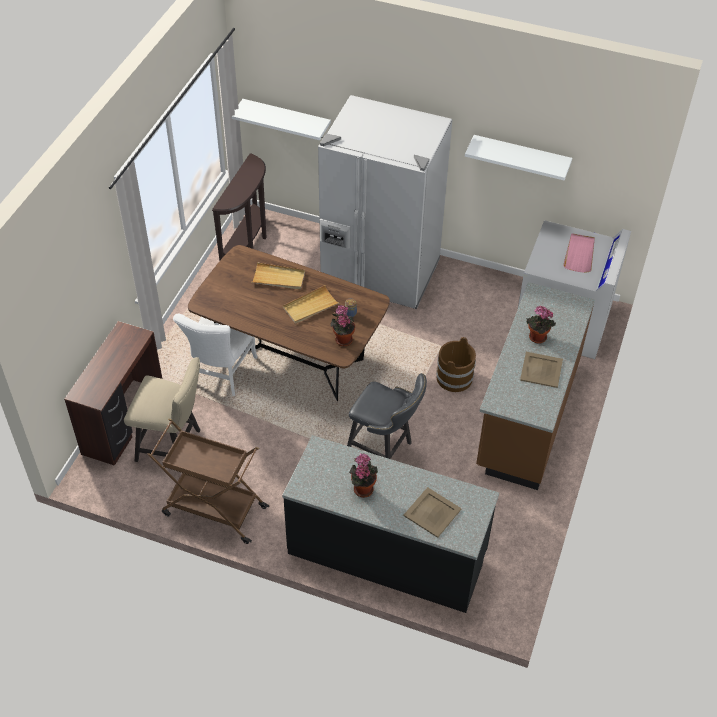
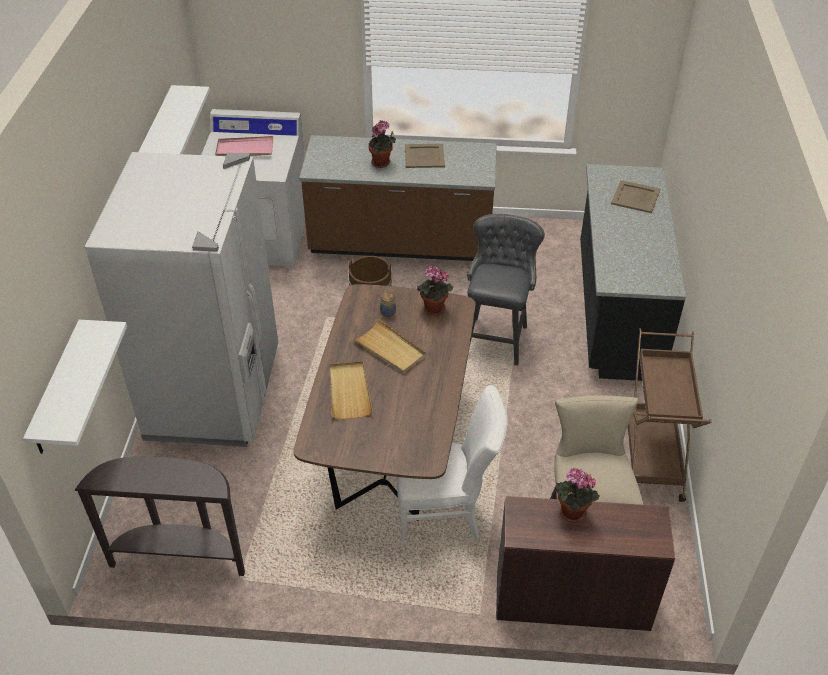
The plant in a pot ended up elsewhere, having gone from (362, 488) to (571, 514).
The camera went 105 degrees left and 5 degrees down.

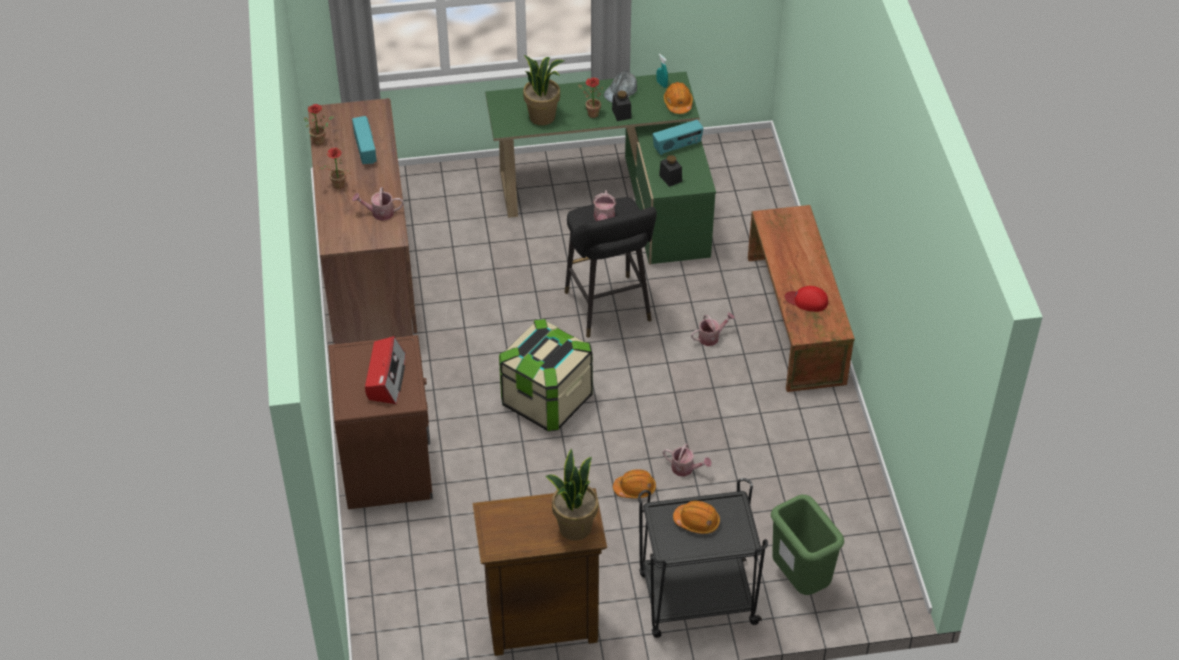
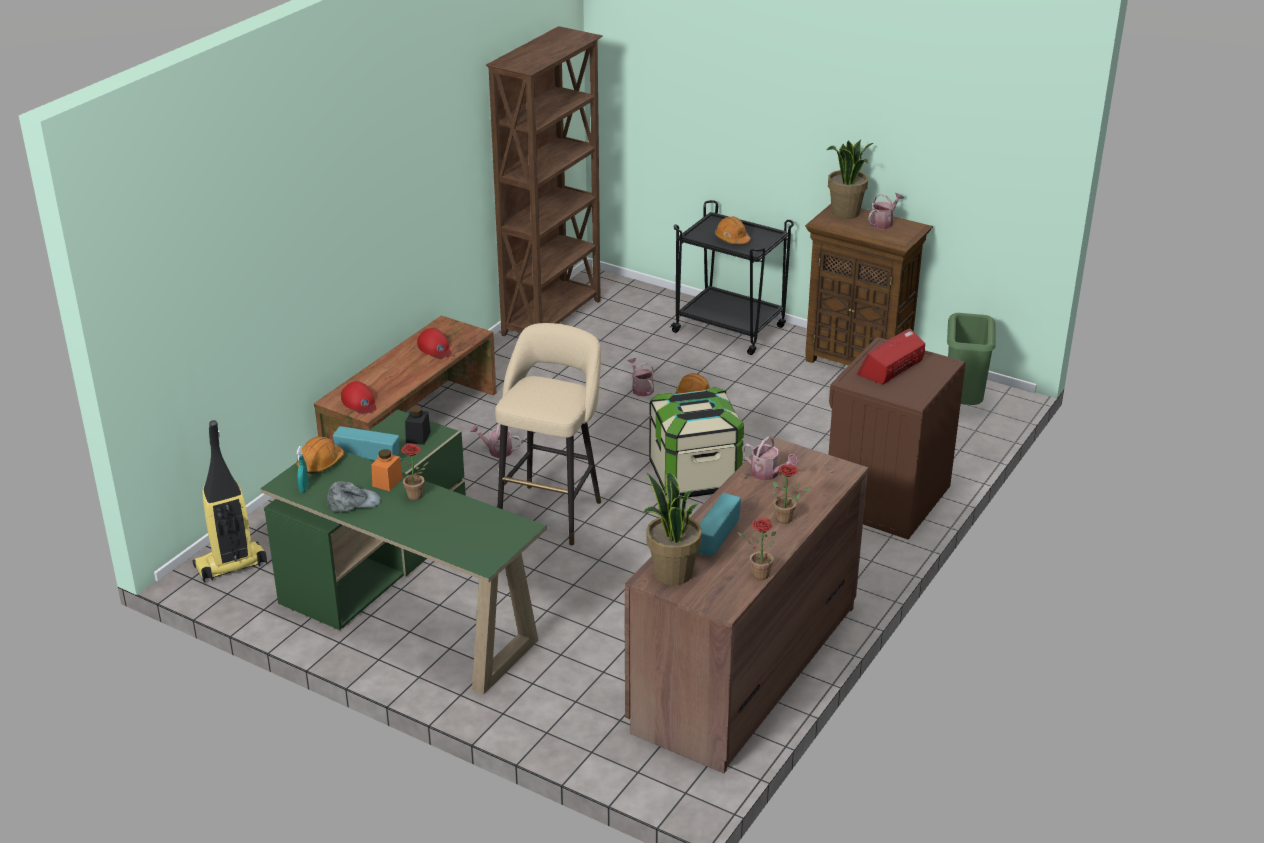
The plant in a pot ended up elsewhere, having gone from (542, 117) to (672, 573).
What was the stool (black) at (609, 310) turned into the stool (beige-coloured) at (552, 511).
The watering pot ended up elsewhere, having gone from (604, 219) to (883, 223).
What was the preserve jar (black) at (621, 113) turned into the preserve jar (orangey) at (387, 482).
The rubbish bin (greenish) ended up elsewhere, having gone from (800, 580) to (961, 405).
The second view gained the vacuum cleaner at (230, 566).
The second view gained the baseball cap (red) at (359, 402).
The second view gained the shelving unit (brown-coloured) at (553, 318).
The camera went 140 degrees left and 15 degrees down.

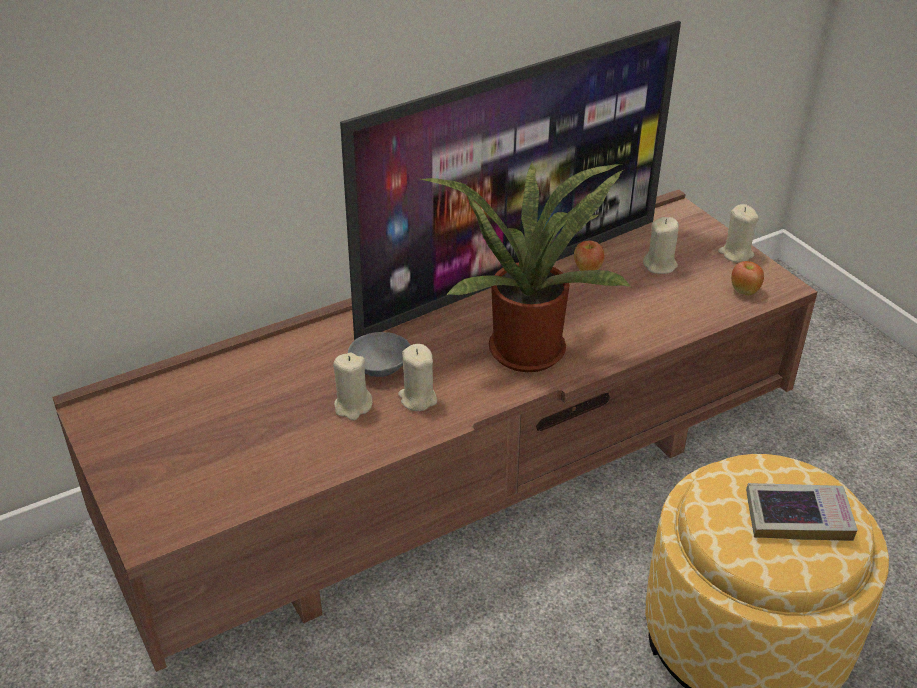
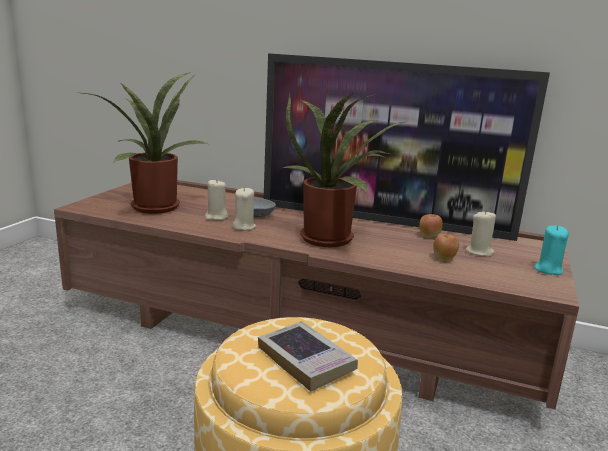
What was the wax light (beige-coloured) at (735, 254) turned into the wax light (turquoise) at (548, 270).
The whole apple ended up elsewhere, having gone from (744, 291) to (444, 258).
The second view gained the plant in a pot at (154, 206).
The camera went 50 degrees right and 20 degrees down.

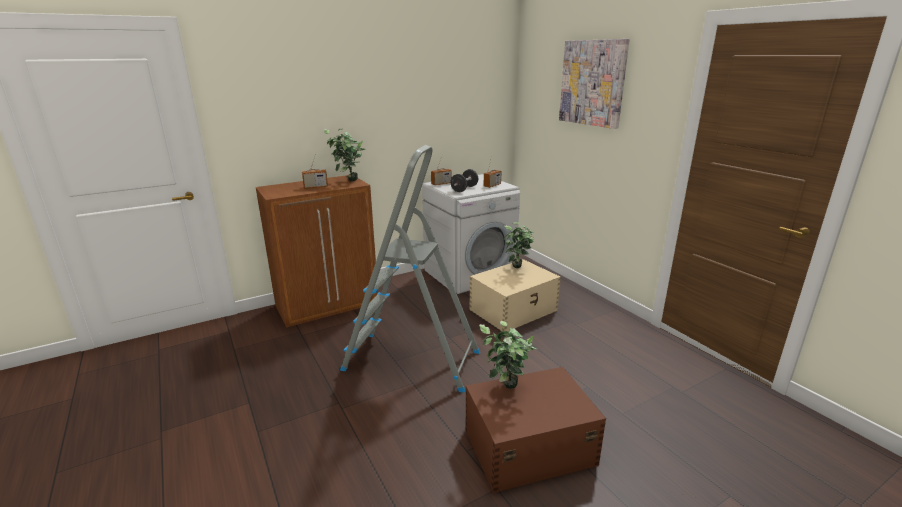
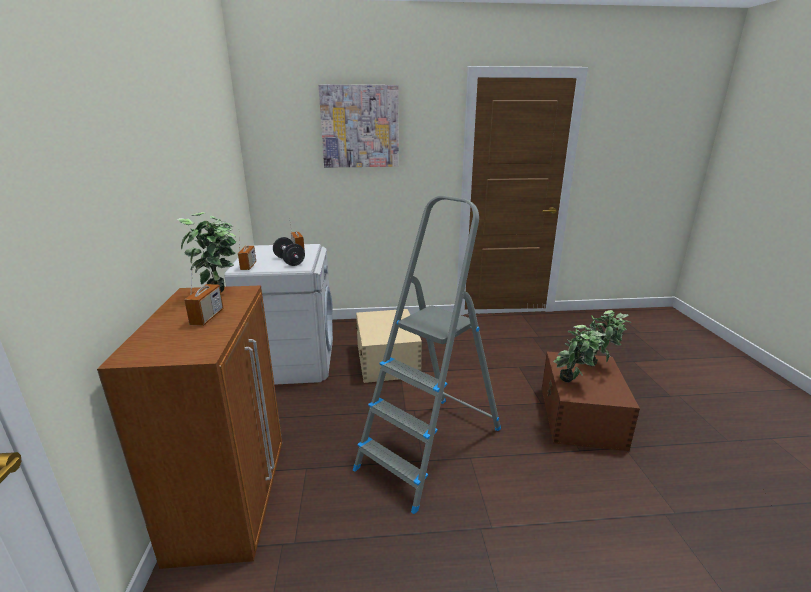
The plant in a pot ended up elsewhere, having gone from (517, 269) to (598, 366).
The camera went 65 degrees left and 0 degrees up.

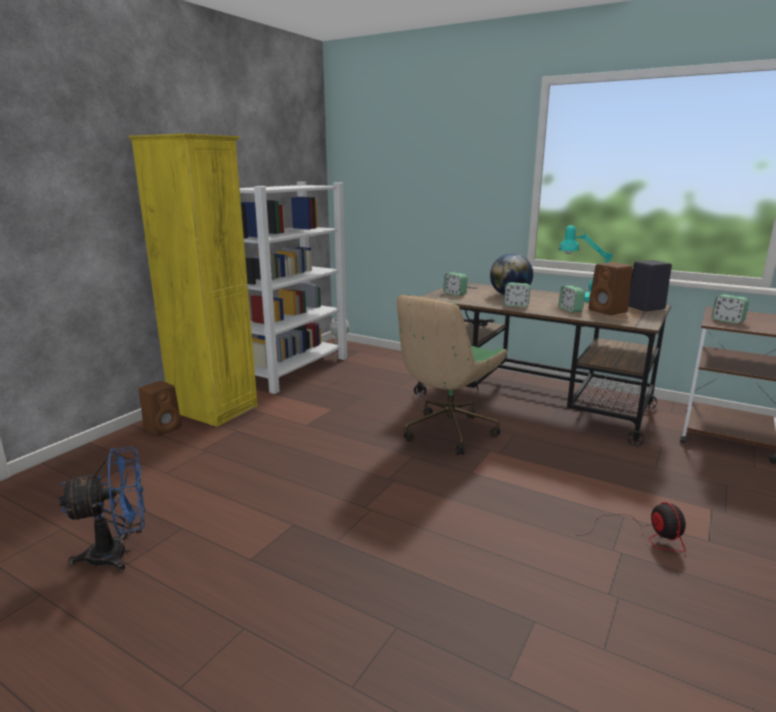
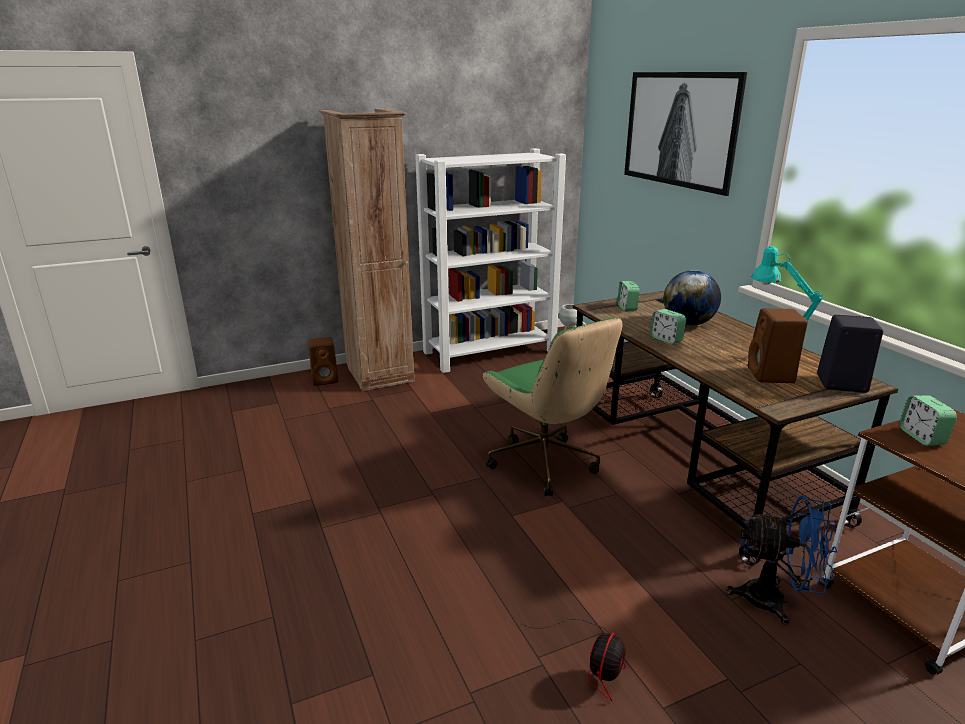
The electric fan (blue-coloured) ended up elsewhere, having gone from (119, 553) to (775, 601).
What was the cabinet (yellowish) at (215, 409) turned into the cabinet (brown-coloured) at (380, 373).
The computer chair (greenish) at (447, 433) ended up facing another way, 105 degrees counterclockwise from before.
The second view lost the table clock at (570, 310).
The second view gained the wall picture at (680, 129).
The camera went 35 degrees right and 5 degrees up.

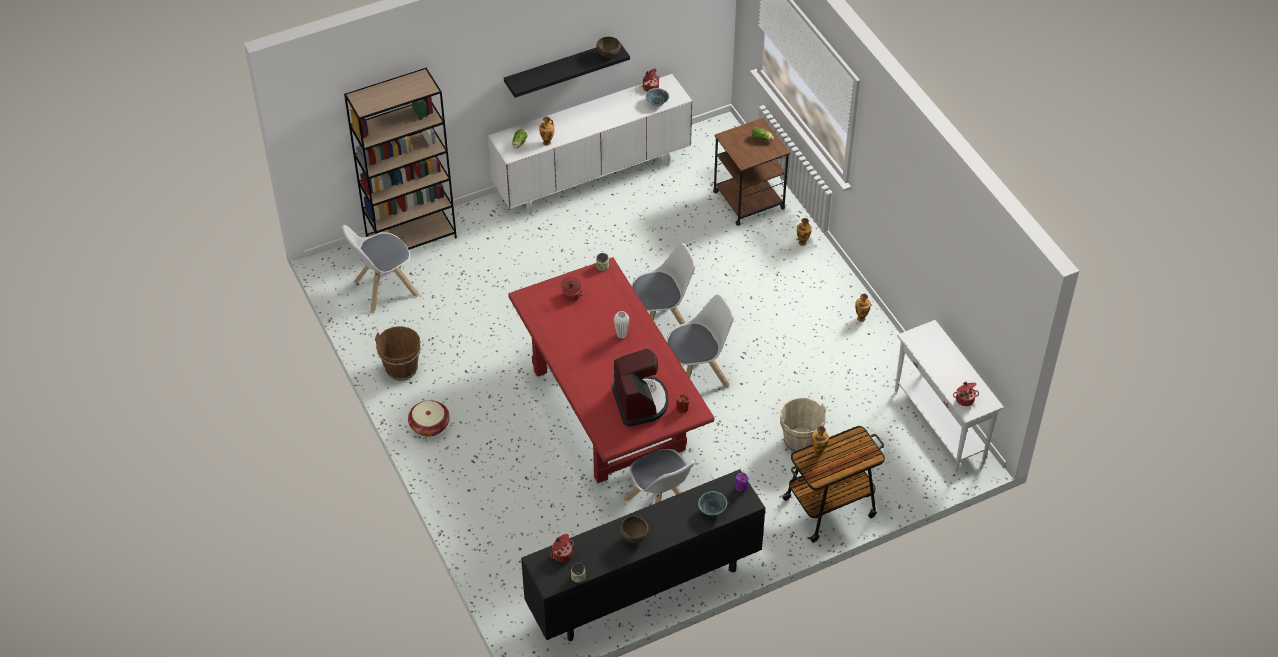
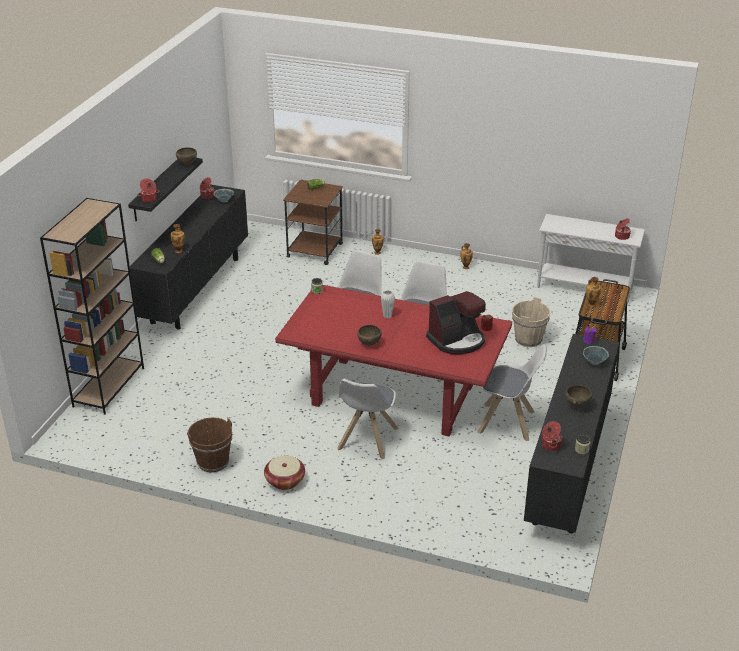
The plain chair ended up elsewhere, having gone from (384, 289) to (367, 440).
What was the cabinet (white) at (592, 178) turned into the cabinet (black) at (196, 289).
The saucepot ended up elsewhere, having gone from (571, 296) to (149, 199).
The coffee machine at (640, 402) ended up facing another way, 120 degrees clockwise from before.
The second view gained the bowl (brown-coloured) at (369, 344).
The camera went 45 degrees left and 15 degrees down.

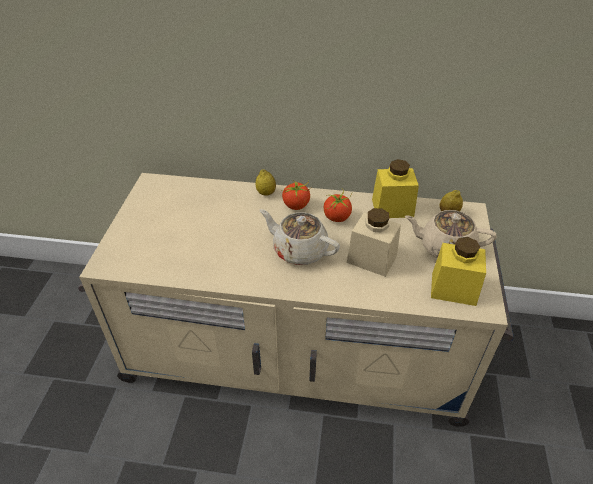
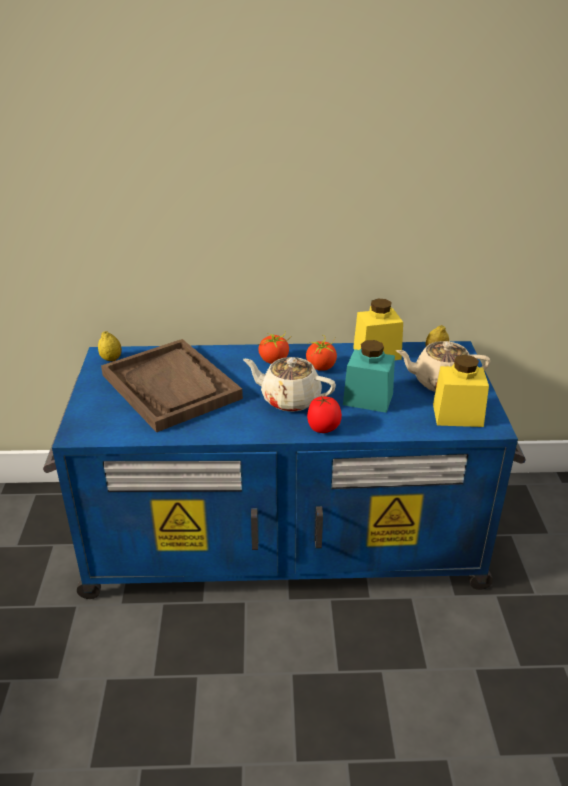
What was the cabinet (beige-coloured) at (298, 346) turned into the cabinet (blue-coloured) at (286, 535).
The citrus fruit ended up elsewhere, having gone from (266, 193) to (111, 359).
What was the preserve jar (beige-coloured) at (372, 259) turned into the preserve jar (turquoise) at (368, 399).
The second view gained the carrying tray (brown-coloured) at (171, 387).
The second view gained the whole tomato at (323, 429).
The camera went 10 degrees left and 10 degrees down.

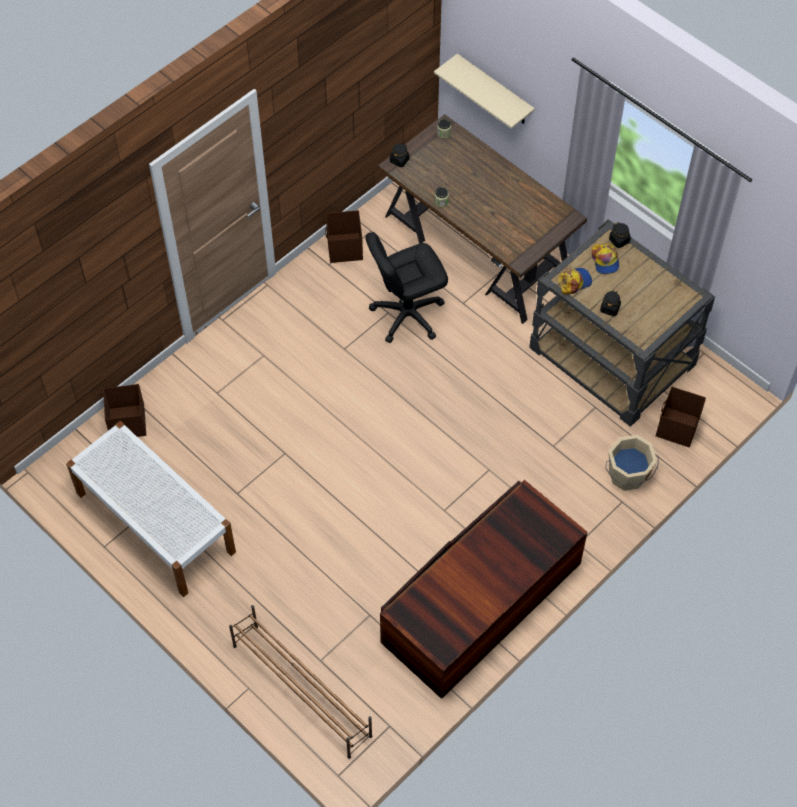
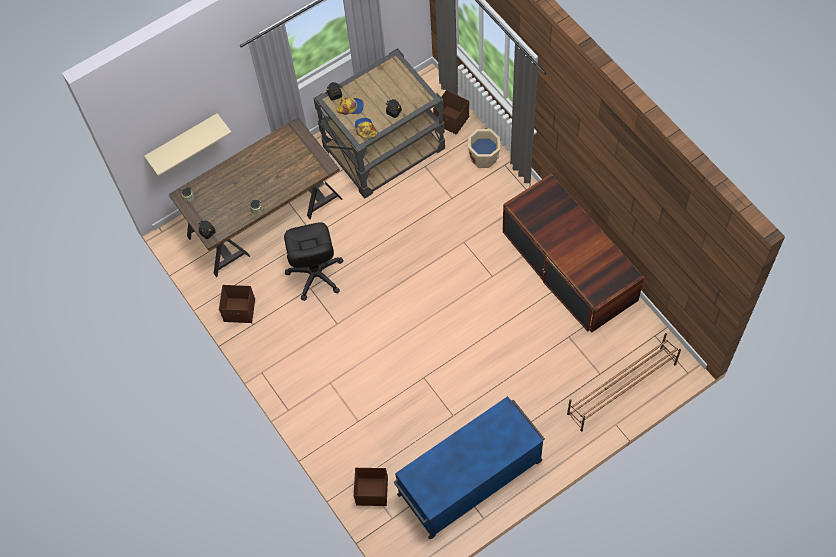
Where the bench (white) stood at (154, 523), the cabinet (blue-coloured) came to stand at (469, 478).
The camera went 75 degrees left and 5 degrees up.

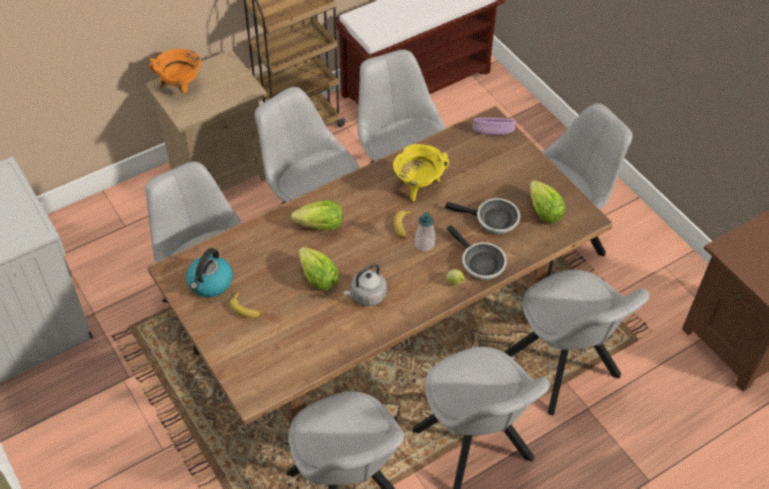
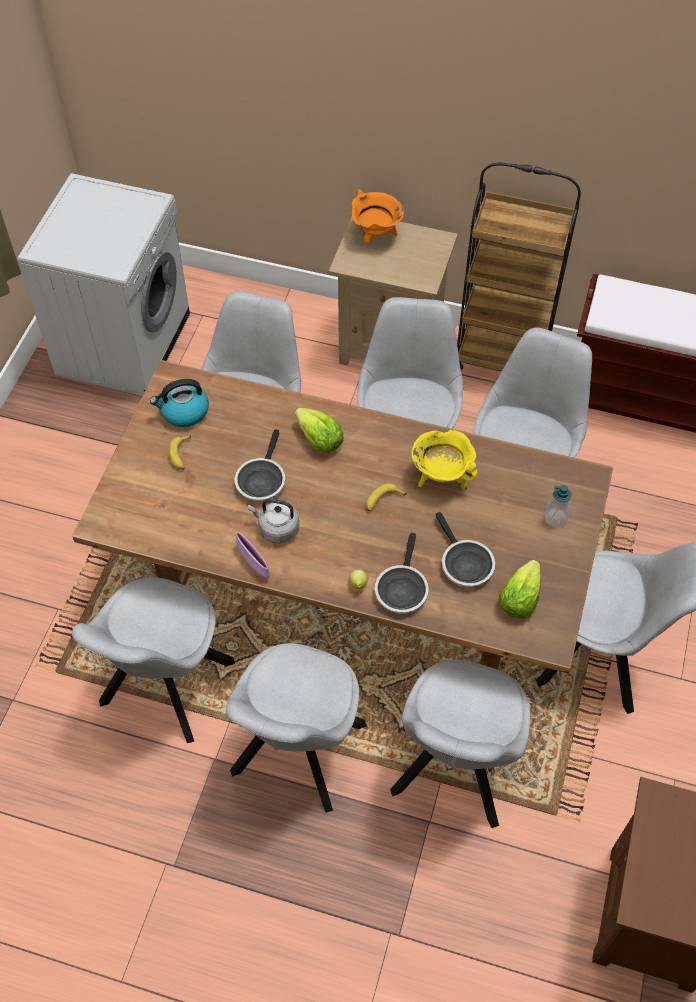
Where the head of lettuce stood at (318, 278), the pan came to stand at (261, 480).
The soap bottle ended up elsewhere, having gone from (424, 244) to (555, 518).
The bowl (purplish) ended up elsewhere, having gone from (492, 133) to (253, 563).
The camera went 50 degrees right and 5 degrees up.

